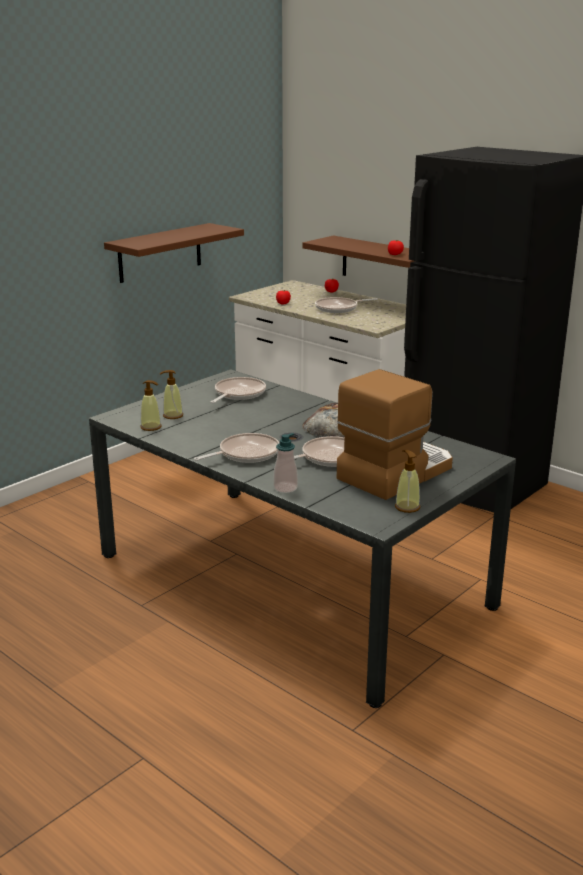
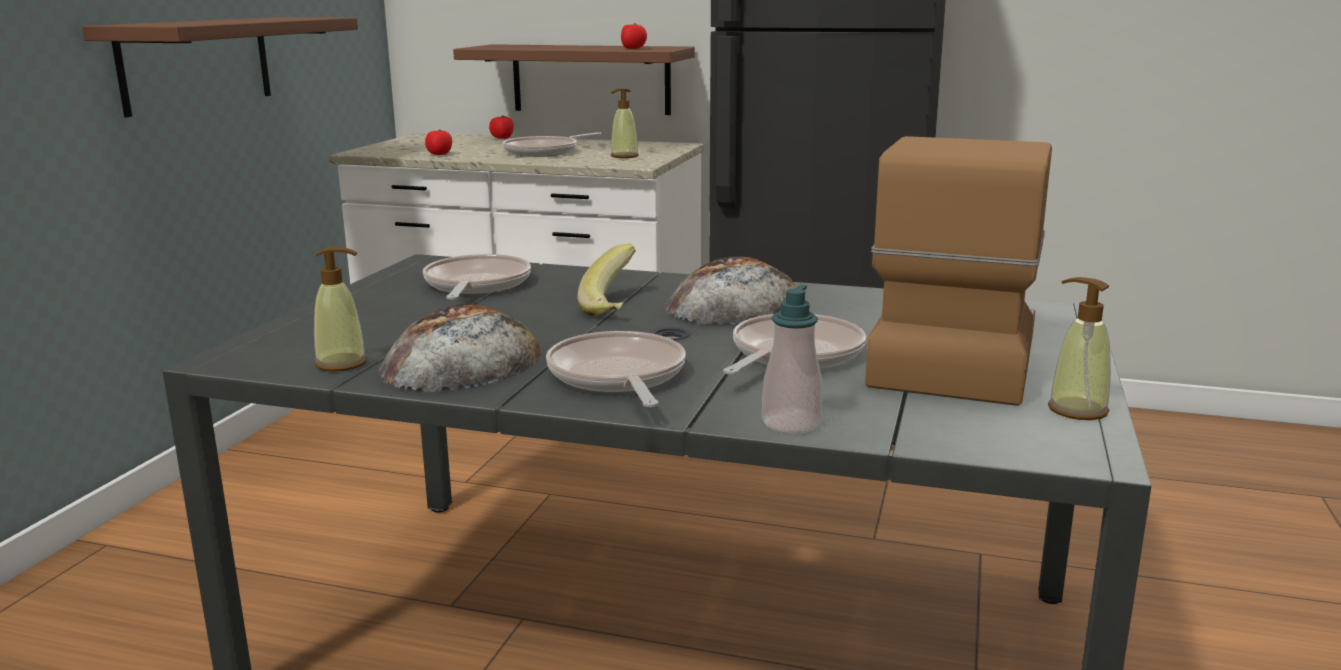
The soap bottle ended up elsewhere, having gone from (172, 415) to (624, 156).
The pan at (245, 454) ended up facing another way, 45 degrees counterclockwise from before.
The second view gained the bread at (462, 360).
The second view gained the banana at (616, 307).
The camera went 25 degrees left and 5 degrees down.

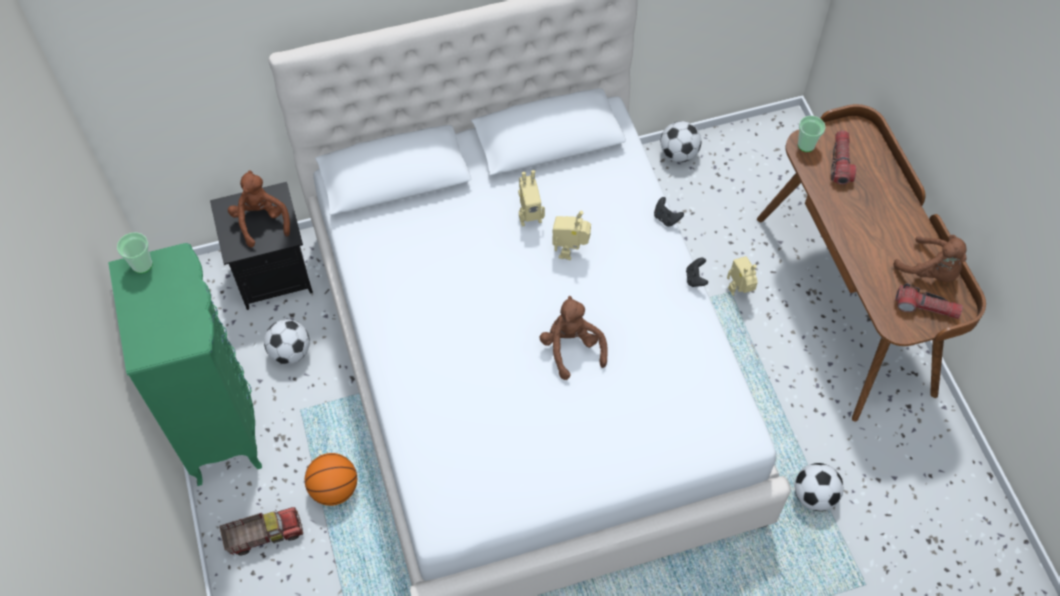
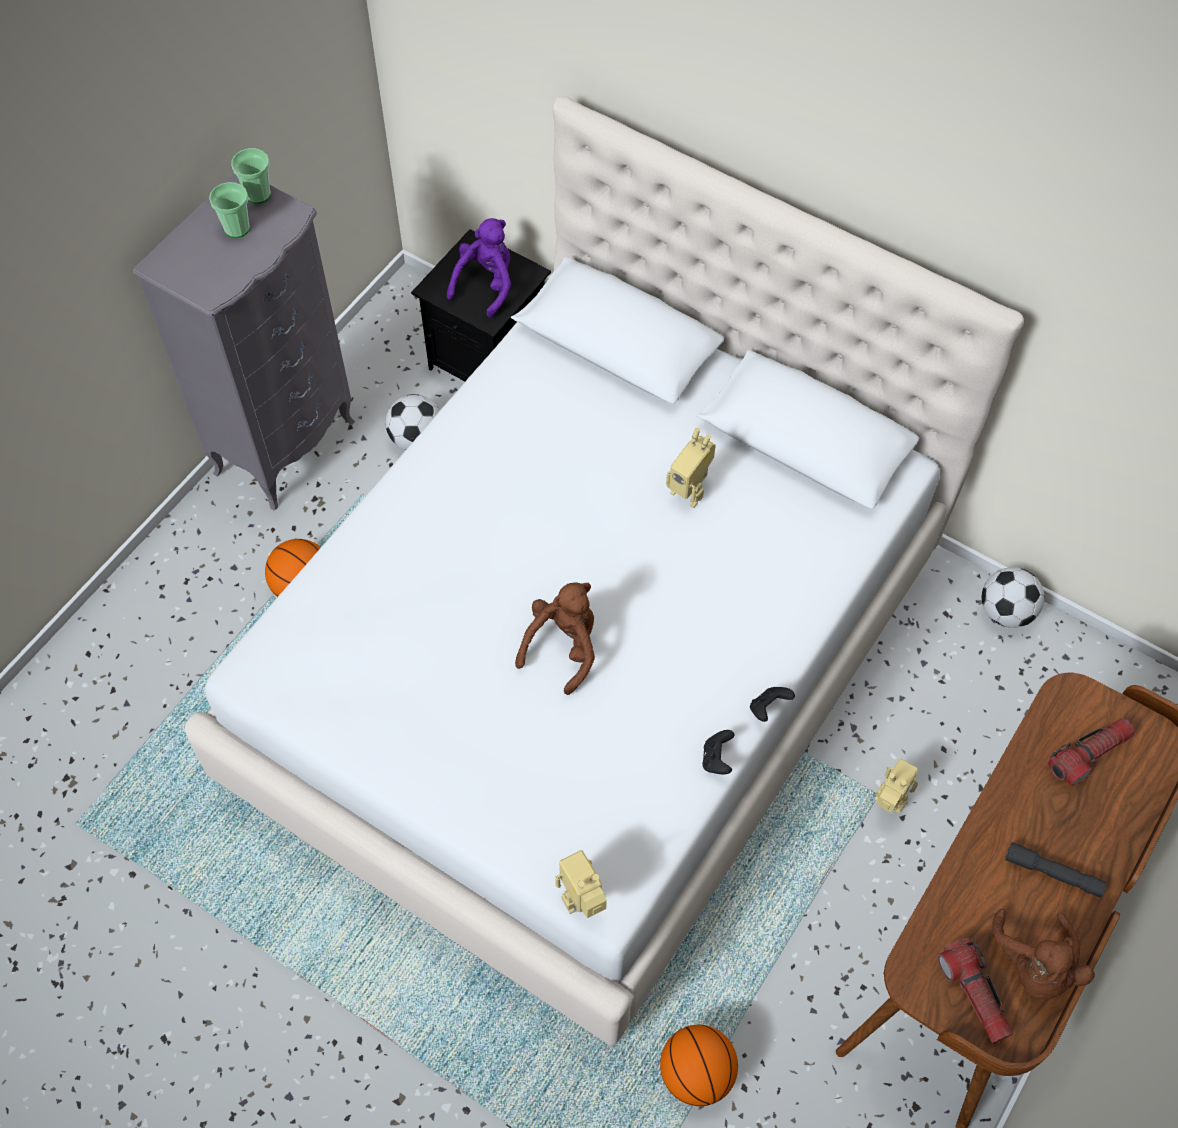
What was the chest of drawers (greenish) at (224, 428) turned into the chest of drawers (greyish) at (289, 449).
The second view lost the model truck at (264, 535).
What was the plush toy (brown-coloured) at (261, 221) turned into the plush toy (purplish) at (486, 284).
The toy robot ended up elsewhere, having gone from (570, 251) to (583, 903).
The joypad (black) ended up elsewhere, having gone from (666, 218) to (717, 759).
Where the football stood at (814, 496), the basketball ball came to stand at (696, 1073).
The drinking cup ended up elsewhere, having gone from (806, 145) to (237, 228).
The second view gained the hand torch (greyish) at (1053, 873).
The camera went 50 degrees right and 0 degrees up.

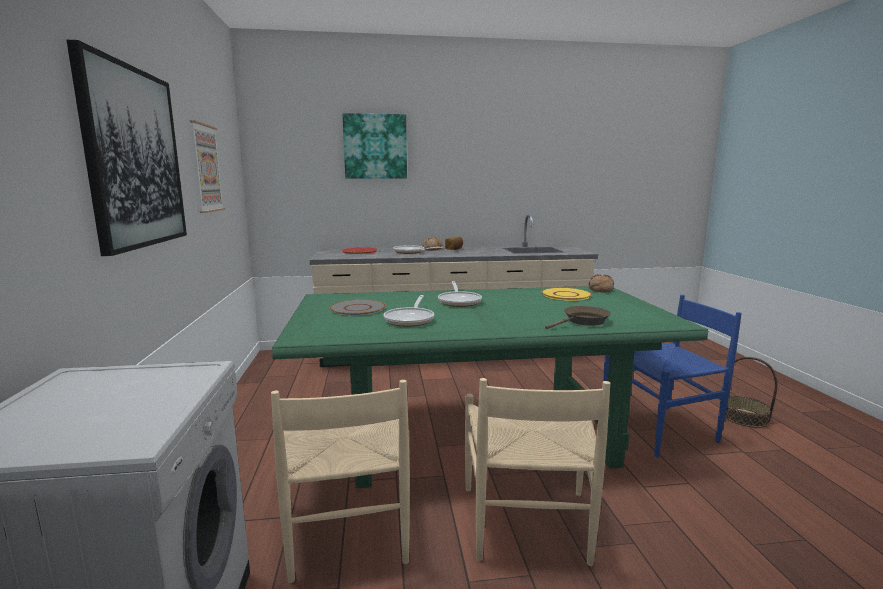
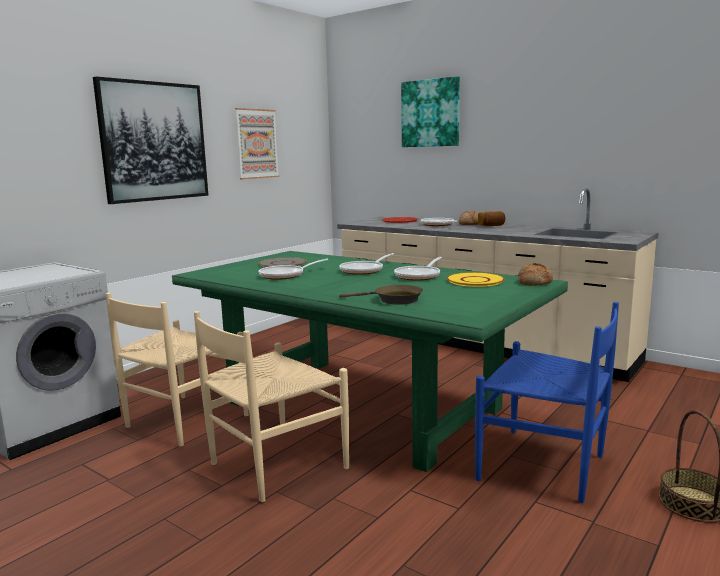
The second view gained the pan at (419, 276).
The camera went 45 degrees right and 0 degrees up.

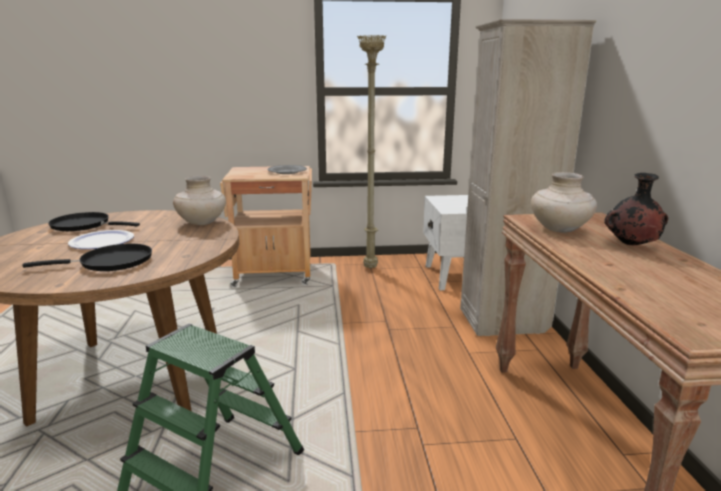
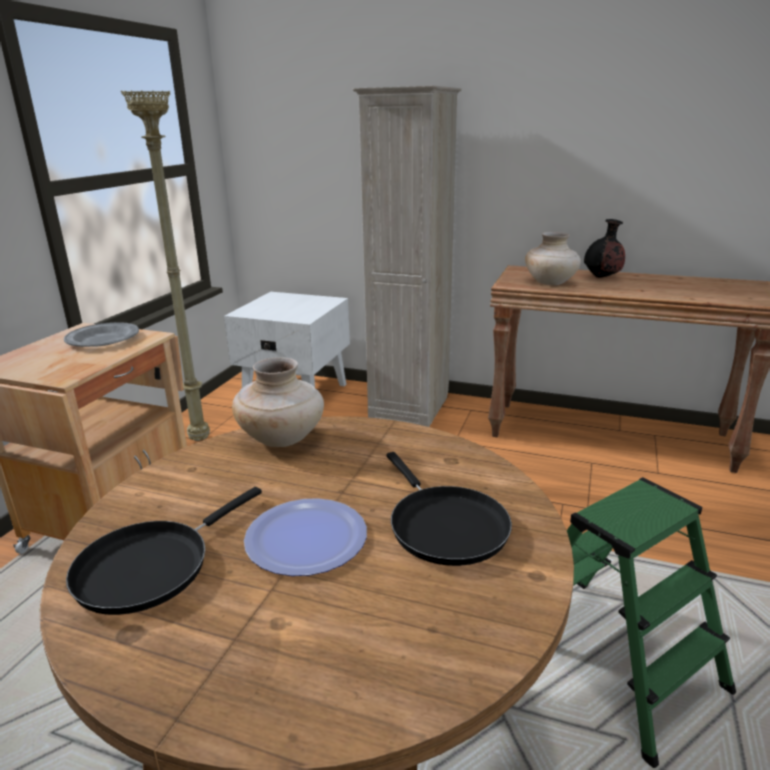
The pan (black) at (111, 262) ended up facing another way, 150 degrees clockwise from before.
The camera went 65 degrees left and 5 degrees up.

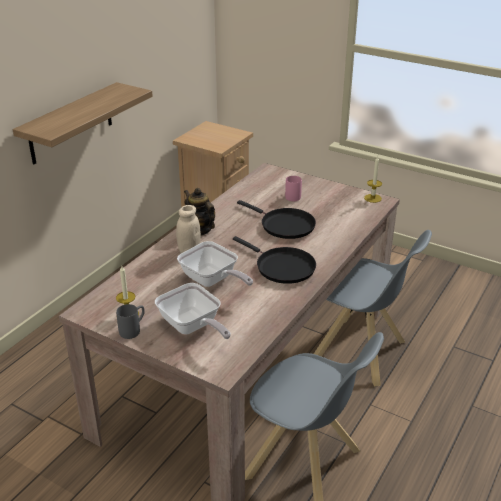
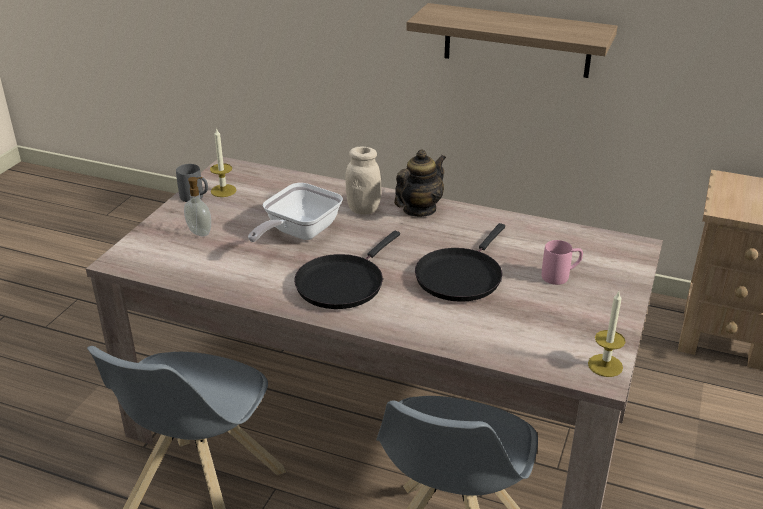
Where the pan stood at (192, 327), the soap bottle came to stand at (200, 232).
The camera went 80 degrees right and 0 degrees up.

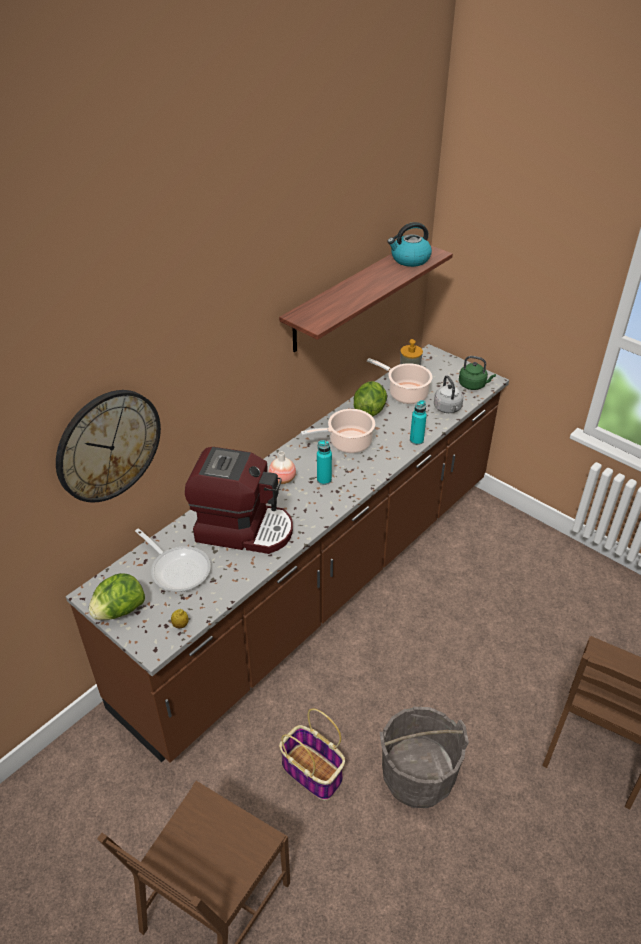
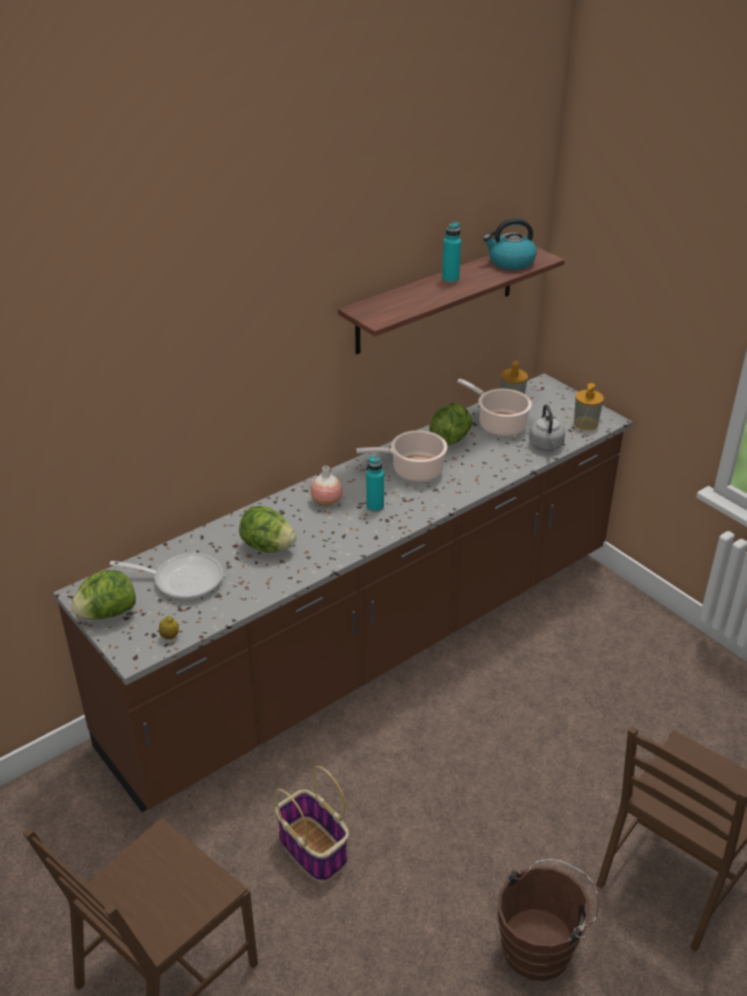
The second view lost the wall clock at (108, 445).
The pan at (178, 569) ended up facing another way, 45 degrees counterclockwise from before.
Where the coffee machine stood at (243, 528), the head of lettuce came to stand at (268, 547).
The second view lost the water bucket (greyish) at (417, 776).
The drink bottle (turquoise) ended up elsewhere, having gone from (416, 440) to (450, 279).
Where the kettle (greenish) stood at (473, 385), the soap bottle came to stand at (586, 423).
The second view gained the water bucket (brown-coloured) at (541, 946).
The camera went 10 degrees right and 5 degrees down.

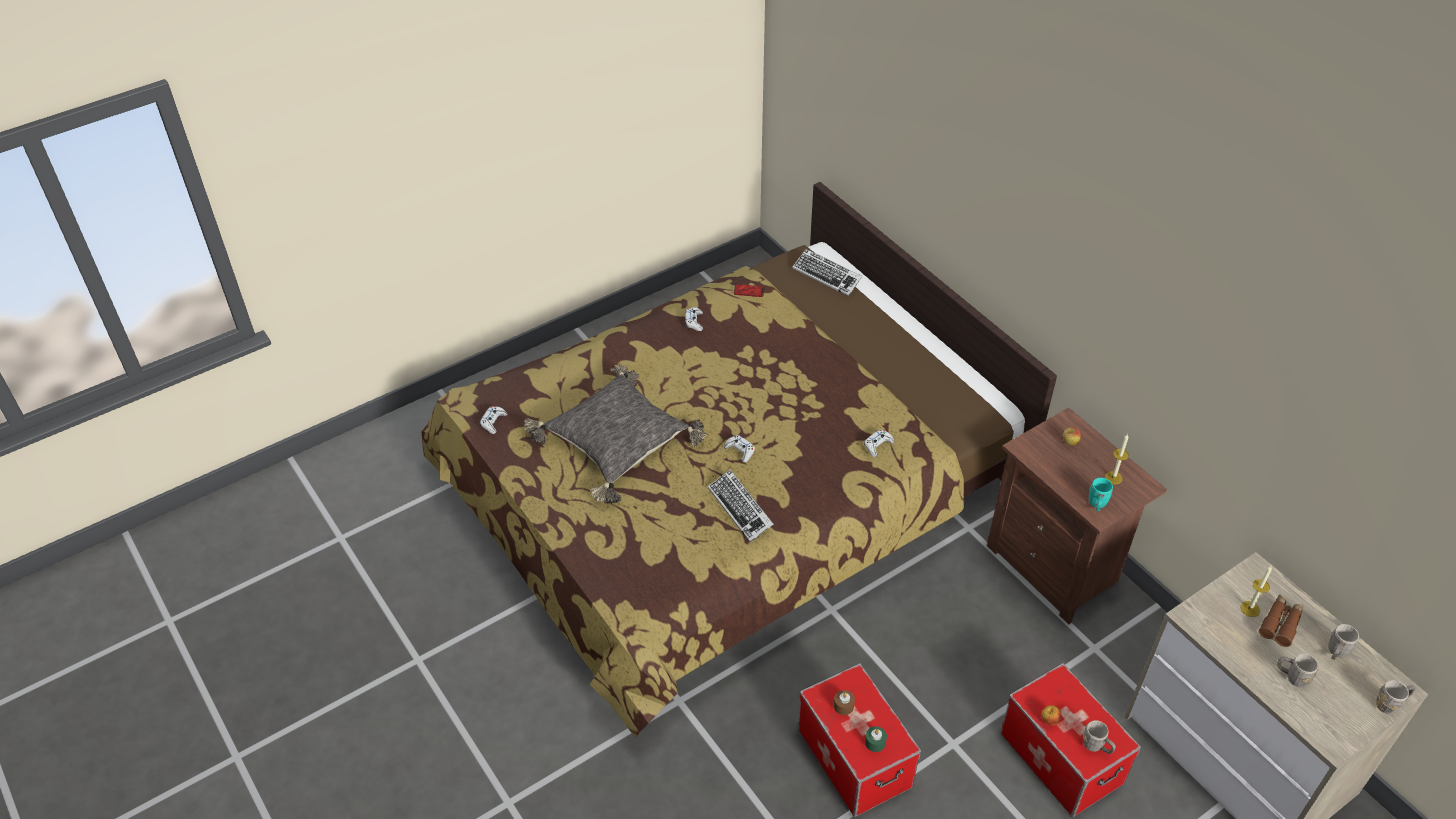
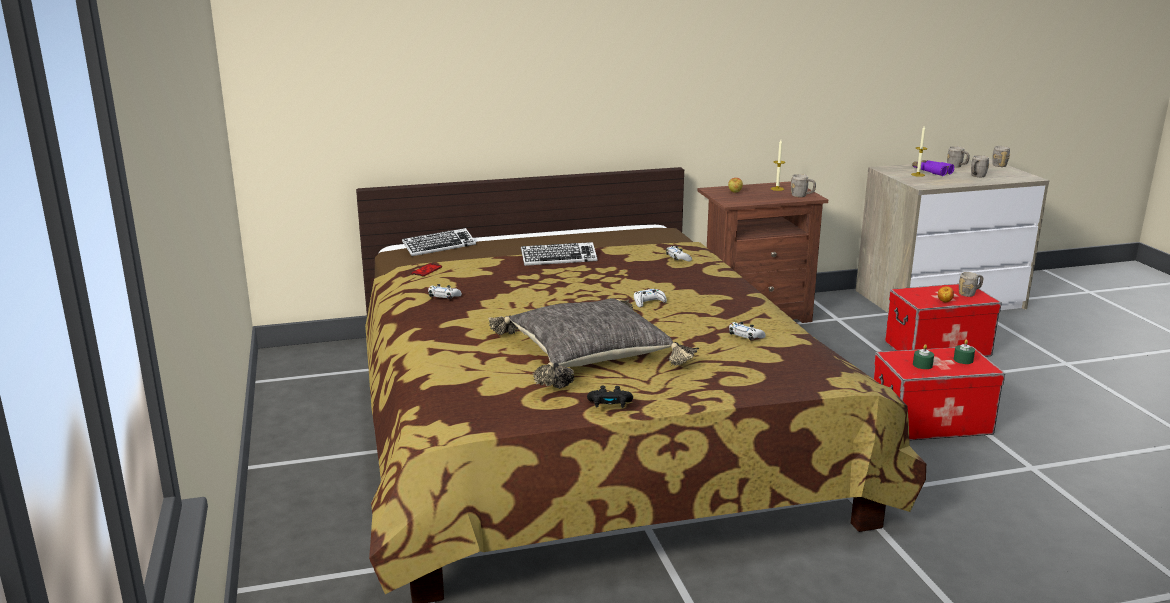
The joypad (white) ended up elsewhere, having gone from (493, 422) to (745, 336).
The computer keyboard ended up elsewhere, having gone from (740, 509) to (558, 259).
What was the wax light (brown-coloured) at (843, 706) turned into the wax light (greenish) at (922, 365).
What was the coffee mug (turquoise) at (1097, 505) turned into the coffee mug (greyish) at (802, 196).
What was the pair of binoculars (brown-coloured) at (1280, 623) turned into the pair of binoculars (purplish) at (931, 171).
The second view gained the joypad (black) at (609, 405).
The camera went 70 degrees left and 25 degrees down.

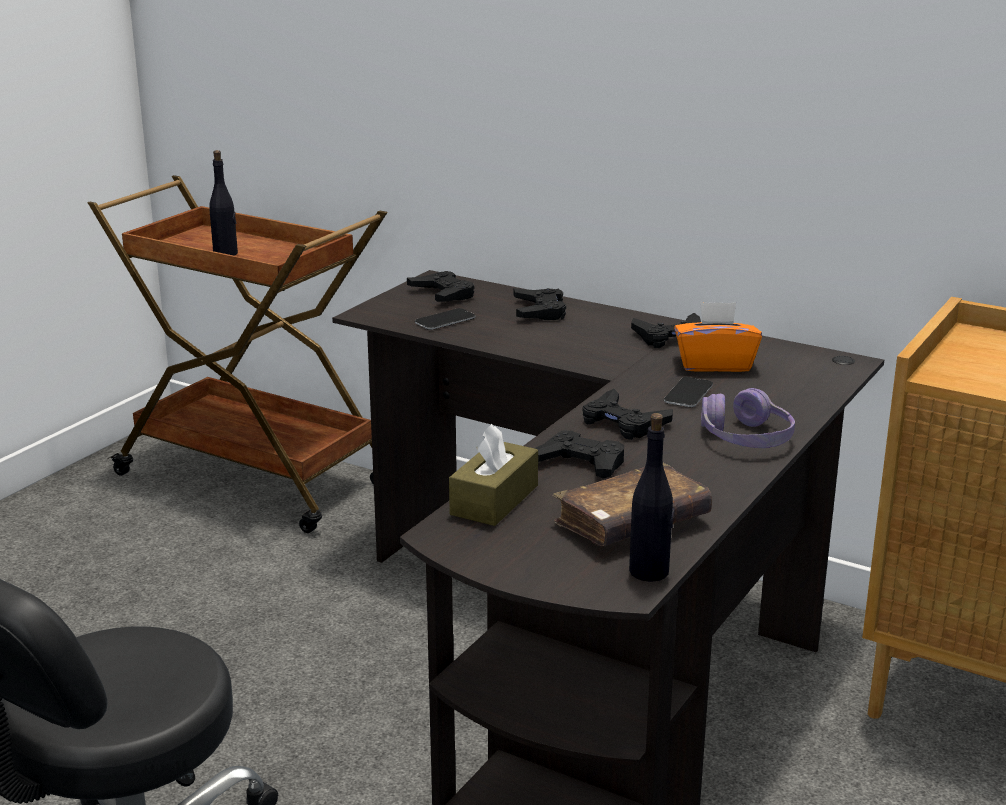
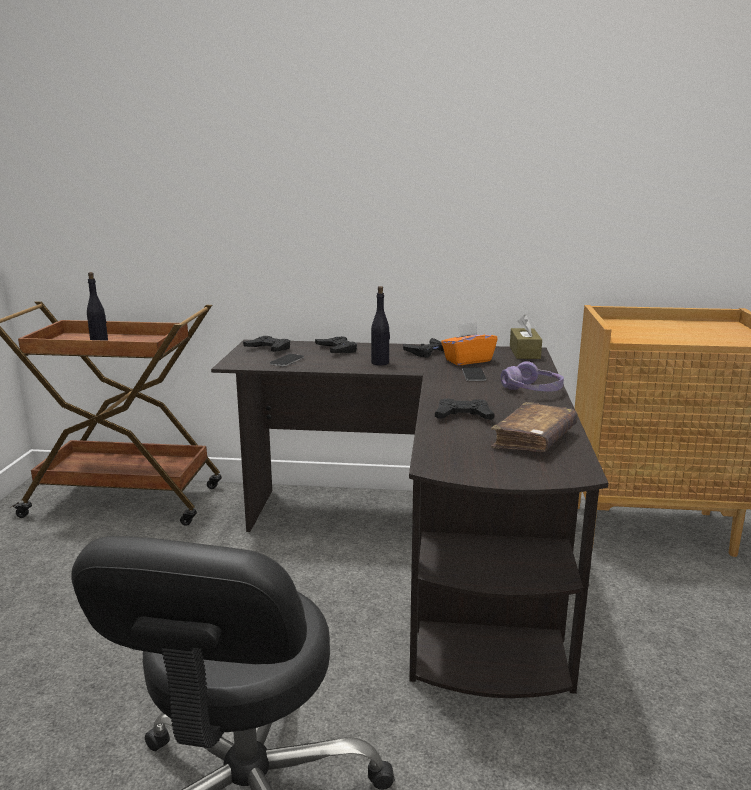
The tissue holder (brown-coloured) ended up elsewhere, having gone from (494, 500) to (524, 352).
The second view lost the joypad (black) at (623, 422).
The drink bottle (black) ended up elsewhere, having gone from (649, 571) to (380, 363).
The camera went 25 degrees left and 5 degrees down.

